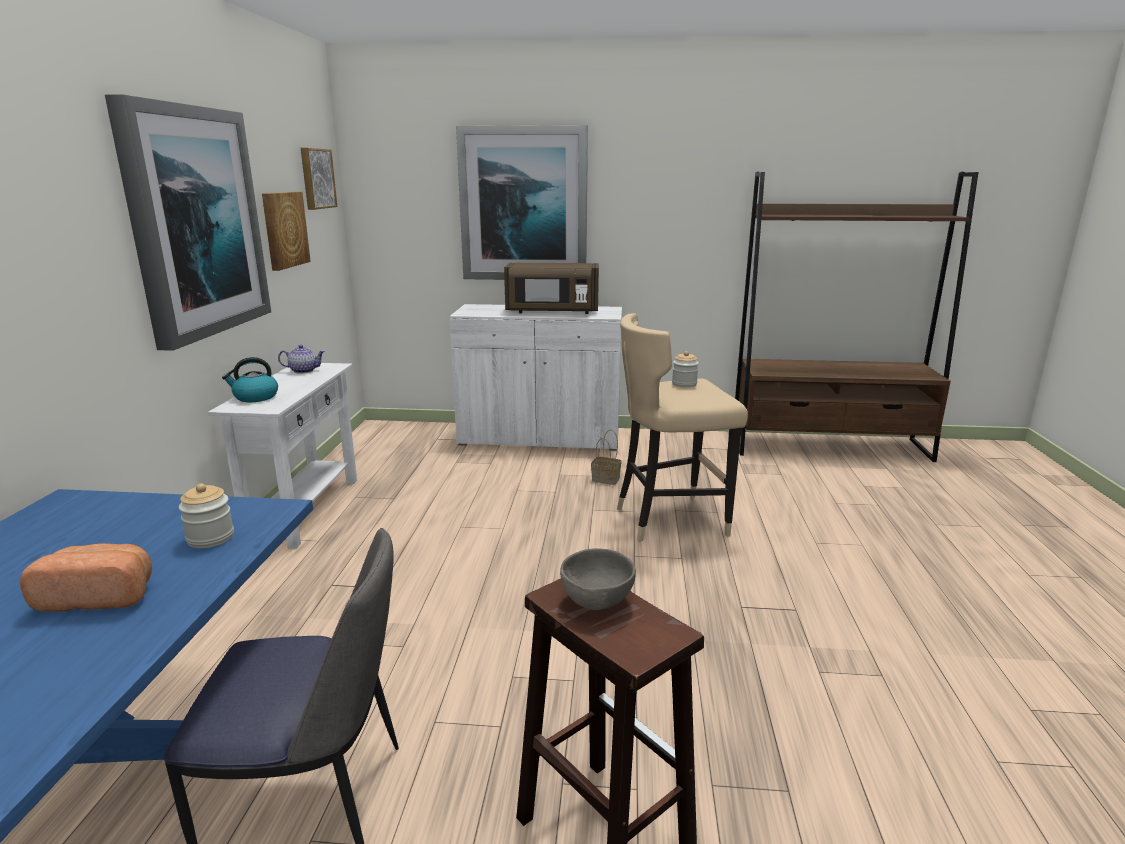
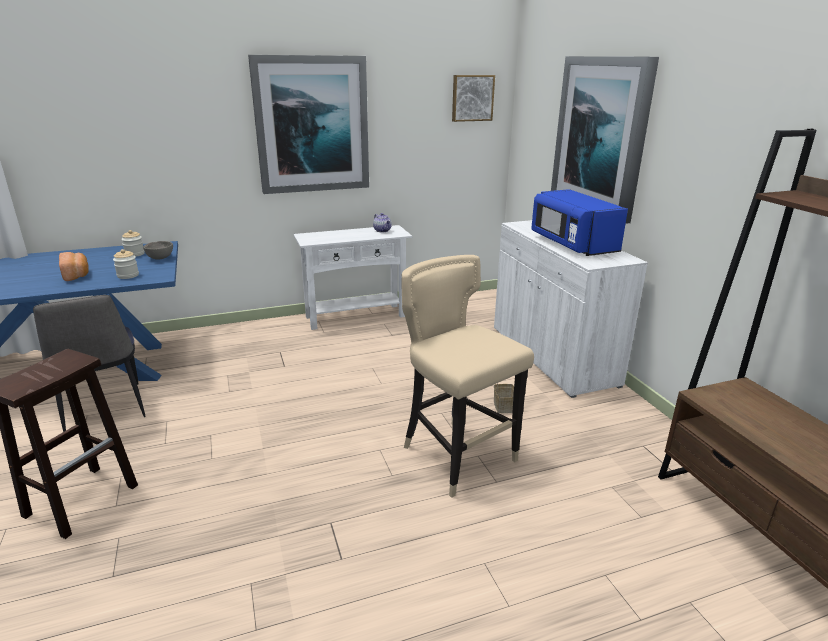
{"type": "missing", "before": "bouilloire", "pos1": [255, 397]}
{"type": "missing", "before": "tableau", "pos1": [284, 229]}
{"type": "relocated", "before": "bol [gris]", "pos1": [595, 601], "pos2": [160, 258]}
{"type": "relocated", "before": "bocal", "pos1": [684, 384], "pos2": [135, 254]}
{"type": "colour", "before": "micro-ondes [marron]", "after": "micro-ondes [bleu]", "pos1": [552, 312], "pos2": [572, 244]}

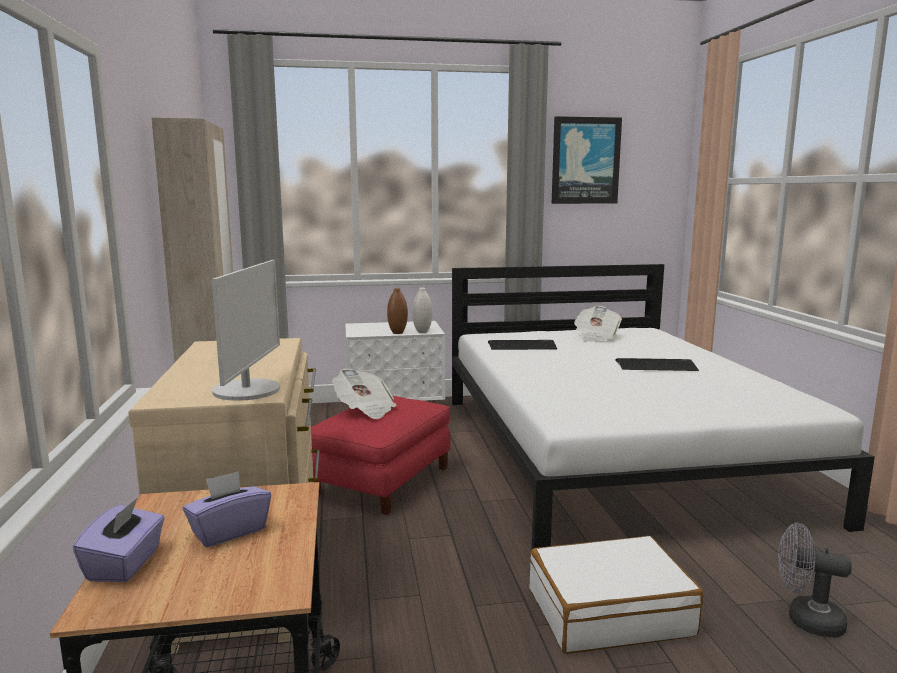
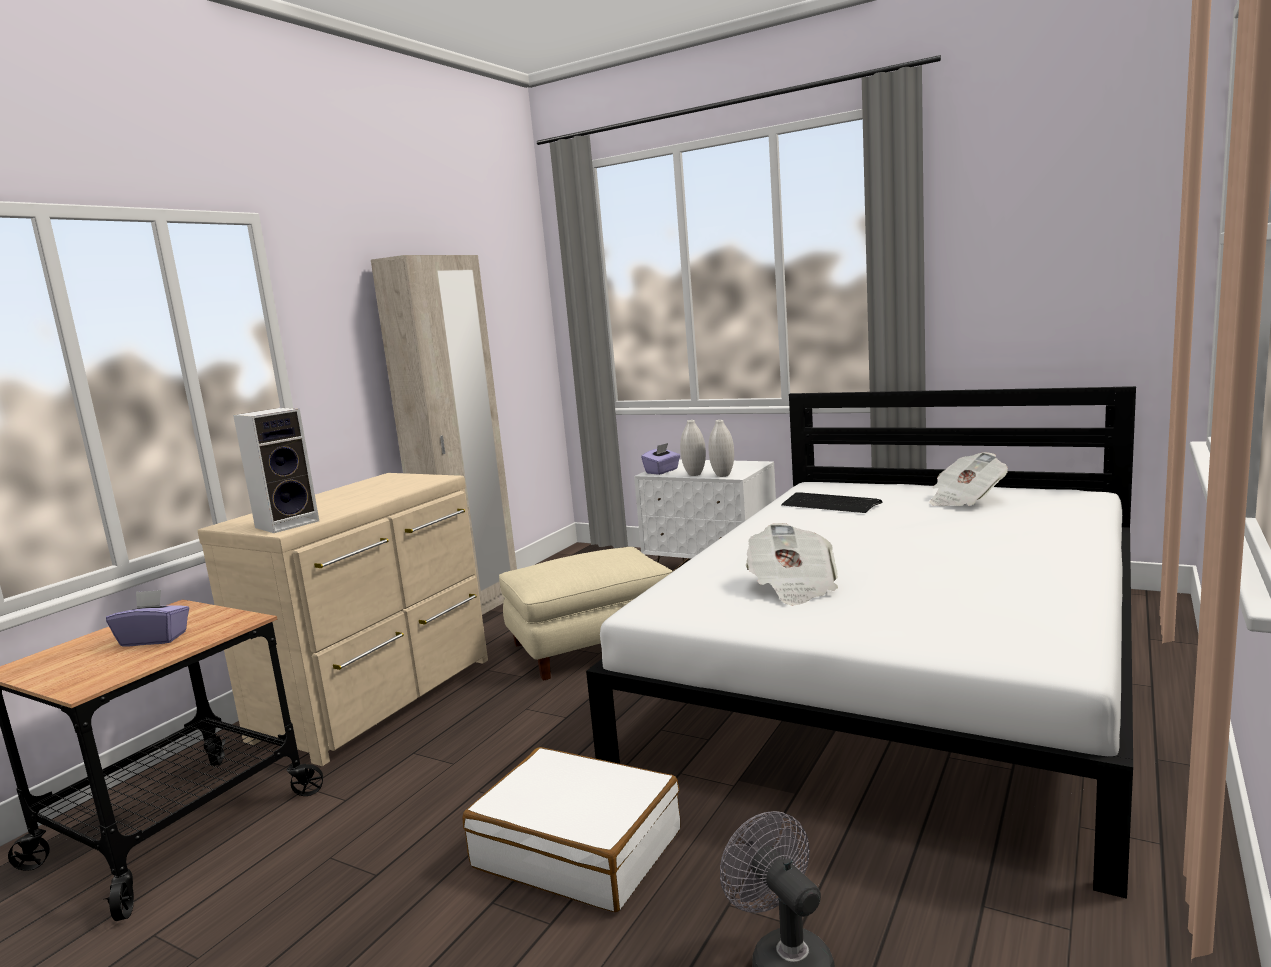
{"type": "missing", "before": "tableau", "pos1": [585, 161]}
{"type": "missing", "before": "clavier", "pos1": [656, 366]}
{"type": "relocated", "before": "boîte à mouchoirs [violet]", "pos1": [125, 564], "pos2": [662, 471]}
{"type": "relocated", "before": "journal", "pos1": [365, 409], "pos2": [793, 588]}
{"type": "exchanged", "before": "écran d'ordinateur", "after": "enceinte", "pos1": [247, 390], "pos2": [289, 523]}
{"type": "colour", "before": "pouf [rouge]", "after": "pouf [beige]", "pos1": [381, 480], "pos2": [592, 644]}
{"type": "colour", "before": "vase [marron]", "after": "vase [blanc]", "pos1": [397, 333], "pos2": [694, 474]}

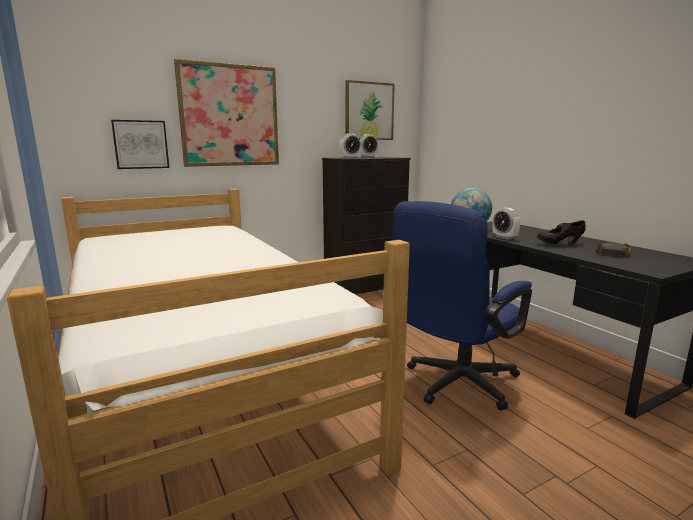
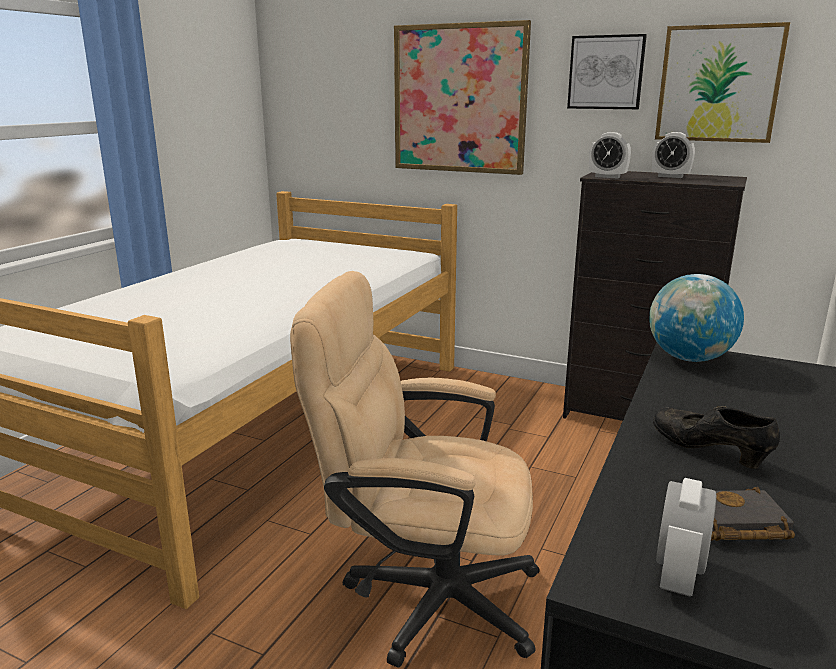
{"type": "relocated", "before": "tableau", "pos1": [141, 144], "pos2": [606, 72]}
{"type": "relocated", "before": "réveil", "pos1": [504, 237], "pos2": [678, 575]}
{"type": "colour", "before": "chaise de bureau [bleu]", "after": "chaise de bureau [beige]", "pos1": [454, 385], "pos2": [424, 595]}

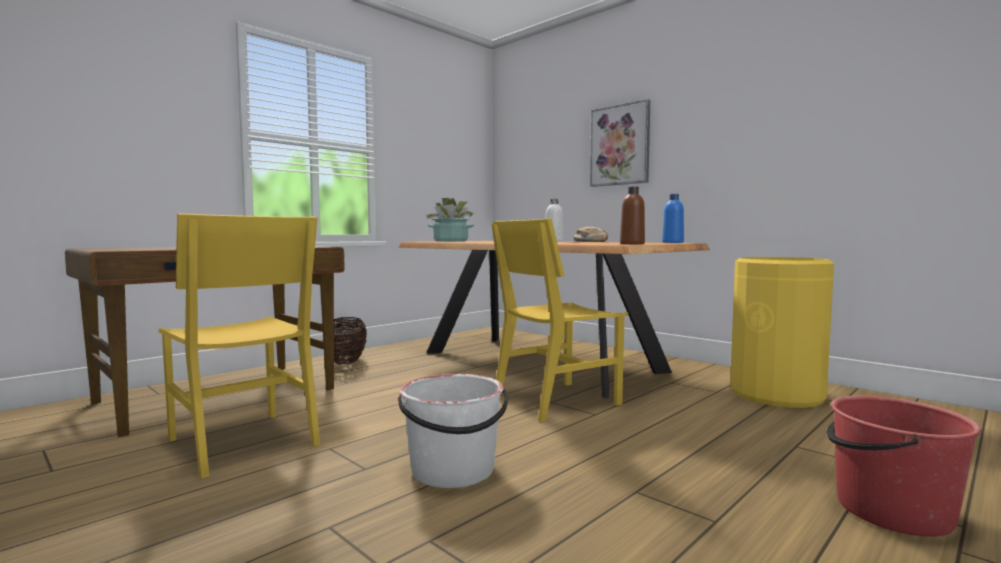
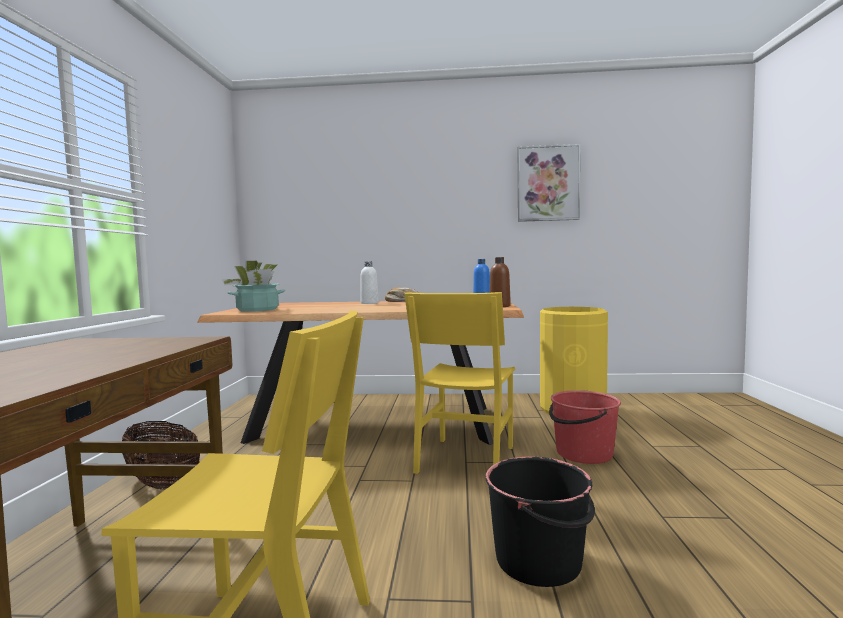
{"type": "relocated", "before": "tableau", "pos1": [620, 145], "pos2": [548, 183]}
{"type": "relocated", "before": "seau [rouge]", "pos1": [891, 511], "pos2": [583, 454]}
{"type": "colour", "before": "seau [blanc]", "after": "seau [noir]", "pos1": [453, 471], "pos2": [540, 561]}

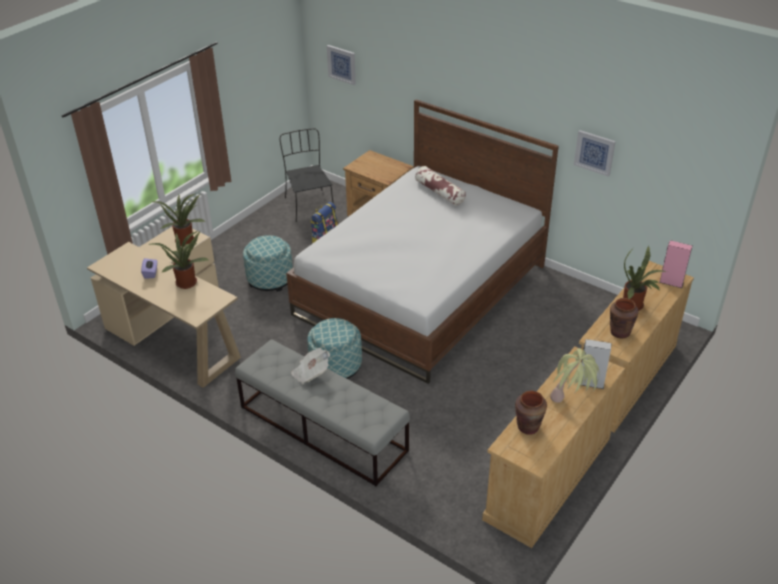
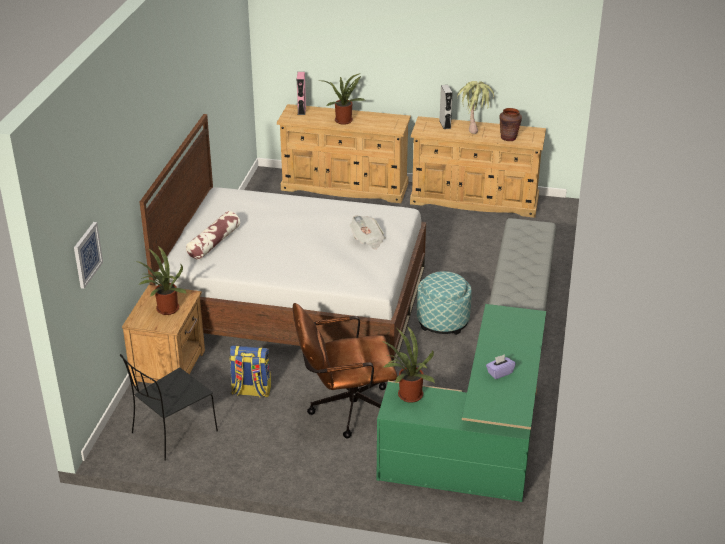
{"type": "missing", "before": "tableau", "pos1": [594, 152]}
{"type": "missing", "before": "vase [marron]", "pos1": [619, 332]}
{"type": "relocated", "before": "plante en pot", "pos1": [186, 281], "pos2": [165, 310]}
{"type": "relocated", "before": "journal", "pos1": [311, 373], "pos2": [367, 240]}
{"type": "exchanged", "before": "pouf", "after": "chaise de bureau [marron]", "pos1": [270, 279], "pos2": [344, 409]}
{"type": "colour", "before": "bureau [beige]", "after": "bureau [vert]", "pos1": [176, 330], "pos2": [477, 445]}

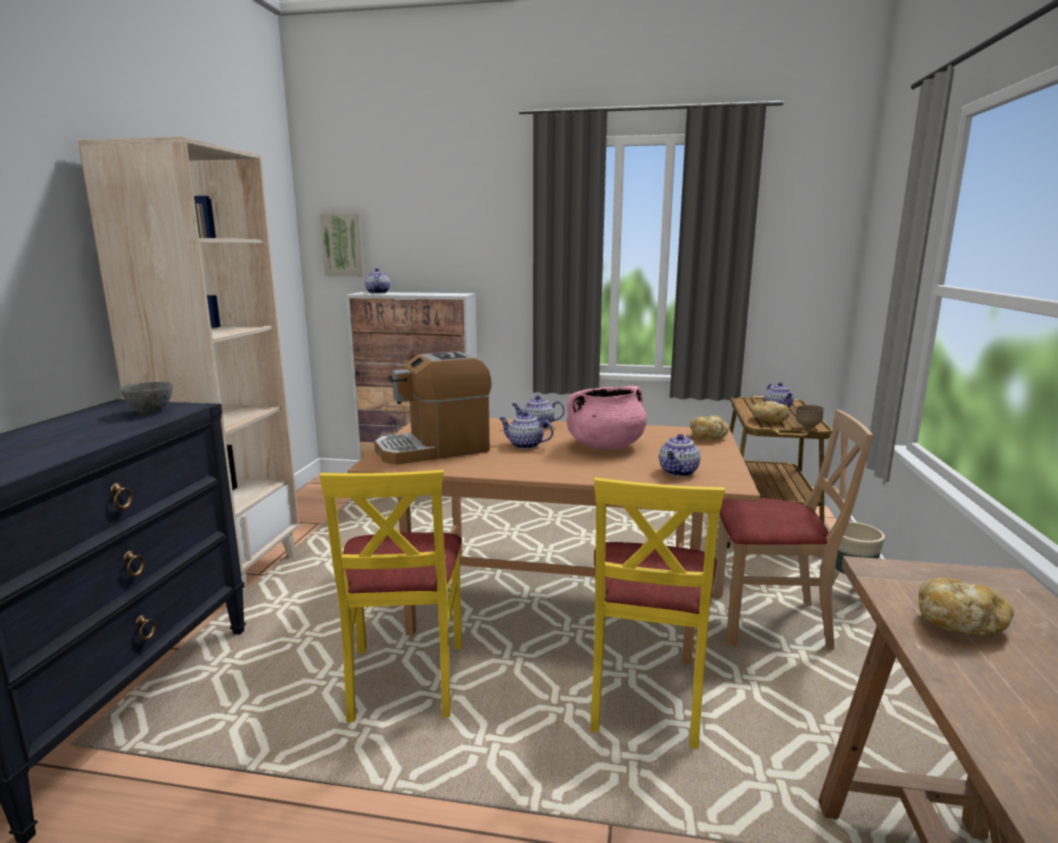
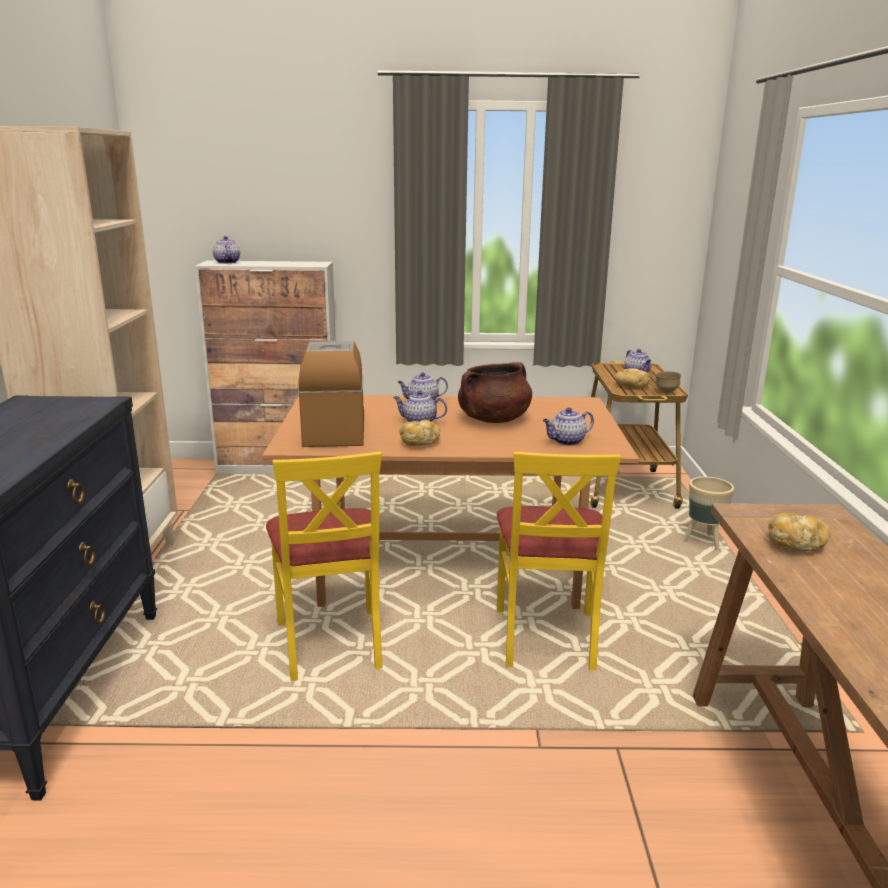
{"type": "missing", "before": "bol [gris]", "pos1": [150, 412]}
{"type": "missing", "before": "tableau", "pos1": [344, 245]}
{"type": "missing", "before": "chaise [beige]", "pos1": [769, 622]}
{"type": "relocated", "before": "pain", "pos1": [708, 437], "pos2": [419, 443]}
{"type": "colour", "before": "marmite [rose]", "after": "marmite [marron]", "pos1": [605, 446], "pos2": [493, 419]}
{"type": "spun", "before": "machine à café", "pos1": [434, 449], "pos2": [334, 430], "turn": 120}
{"type": "spun", "before": "théière", "pos1": [678, 472], "pos2": [566, 441], "turn": 45}

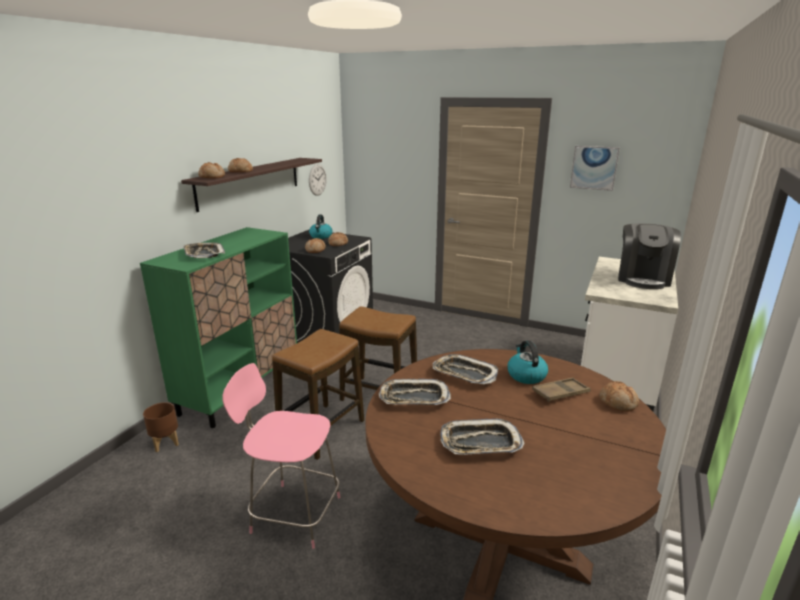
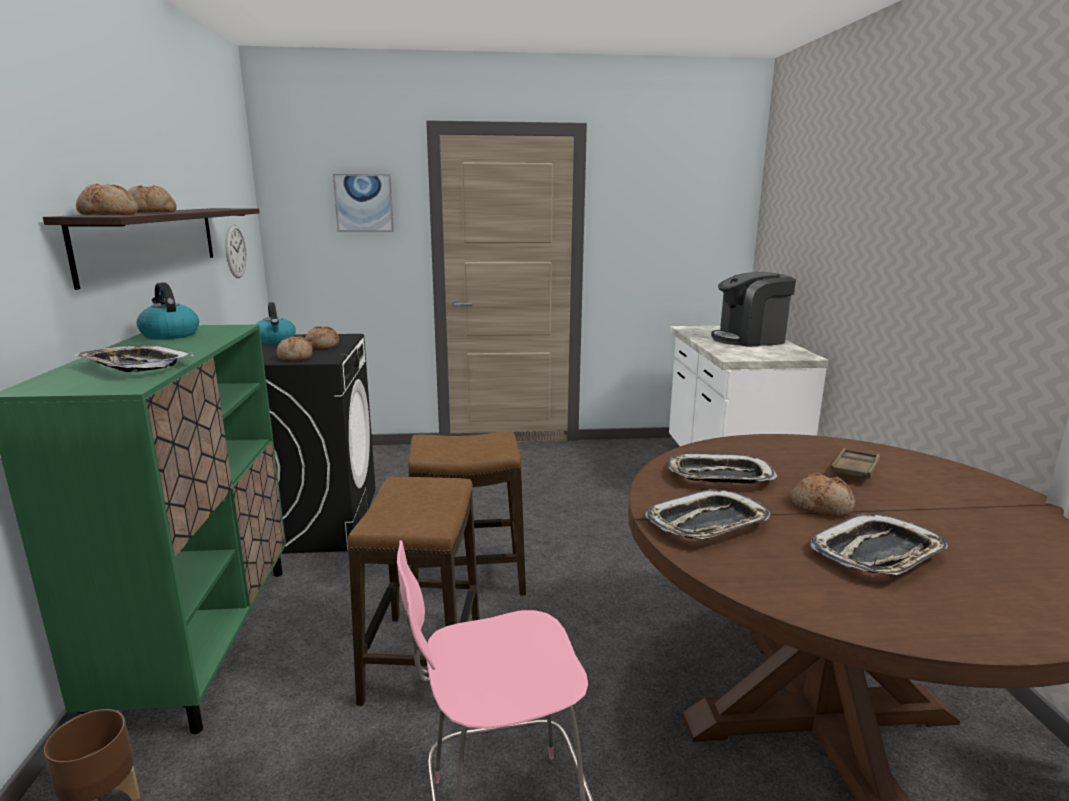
{"type": "relocated", "before": "bouilloire", "pos1": [526, 375], "pos2": [169, 335]}
{"type": "relocated", "before": "tableau", "pos1": [594, 167], "pos2": [364, 203]}
{"type": "relocated", "before": "pain", "pos1": [618, 402], "pos2": [822, 506]}
{"type": "spun", "before": "machine à café", "pos1": [643, 278], "pos2": [750, 339], "turn": 90}

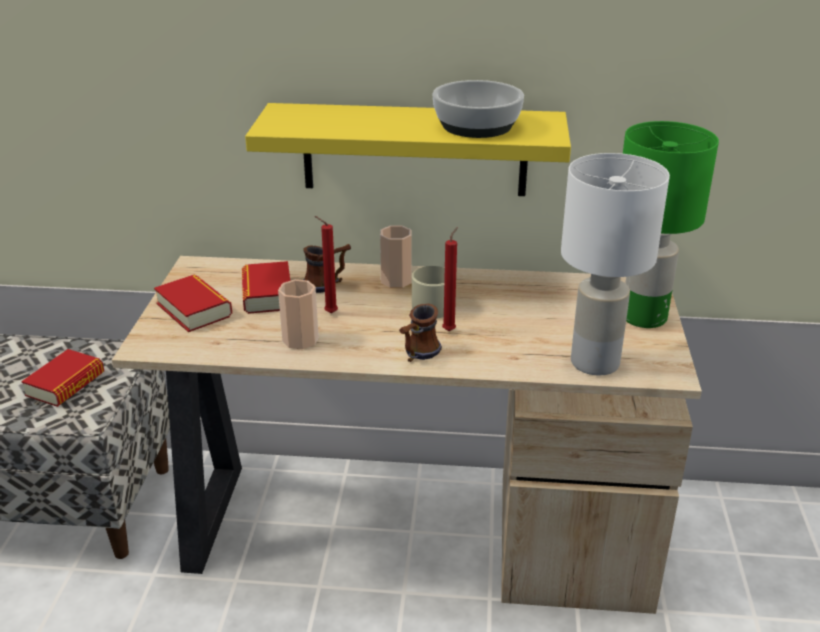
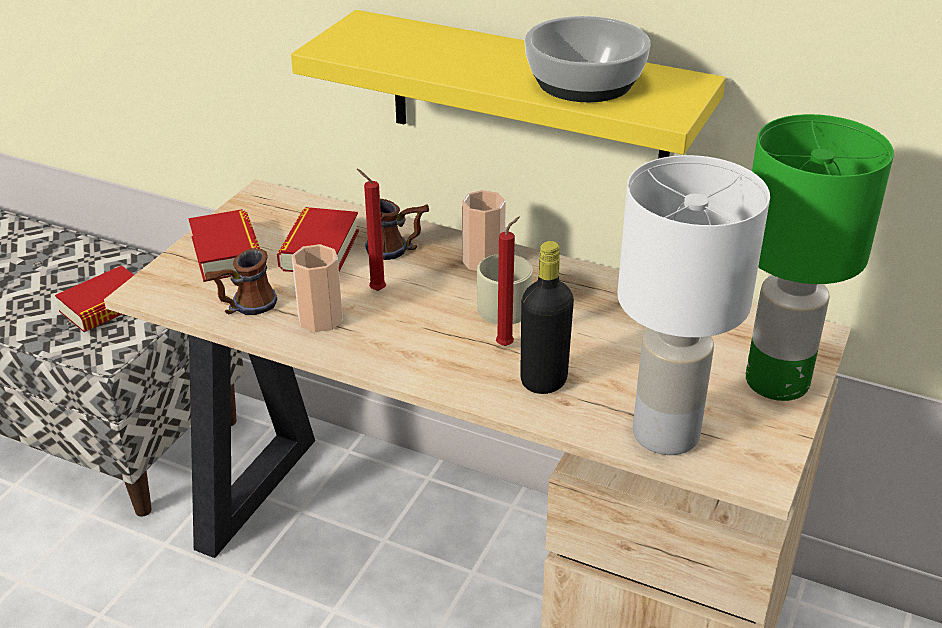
{"type": "appeared", "after": "bouteille [noir]", "pos2": [543, 381]}
{"type": "relocated", "before": "mug", "pos1": [417, 355], "pos2": [244, 307]}

